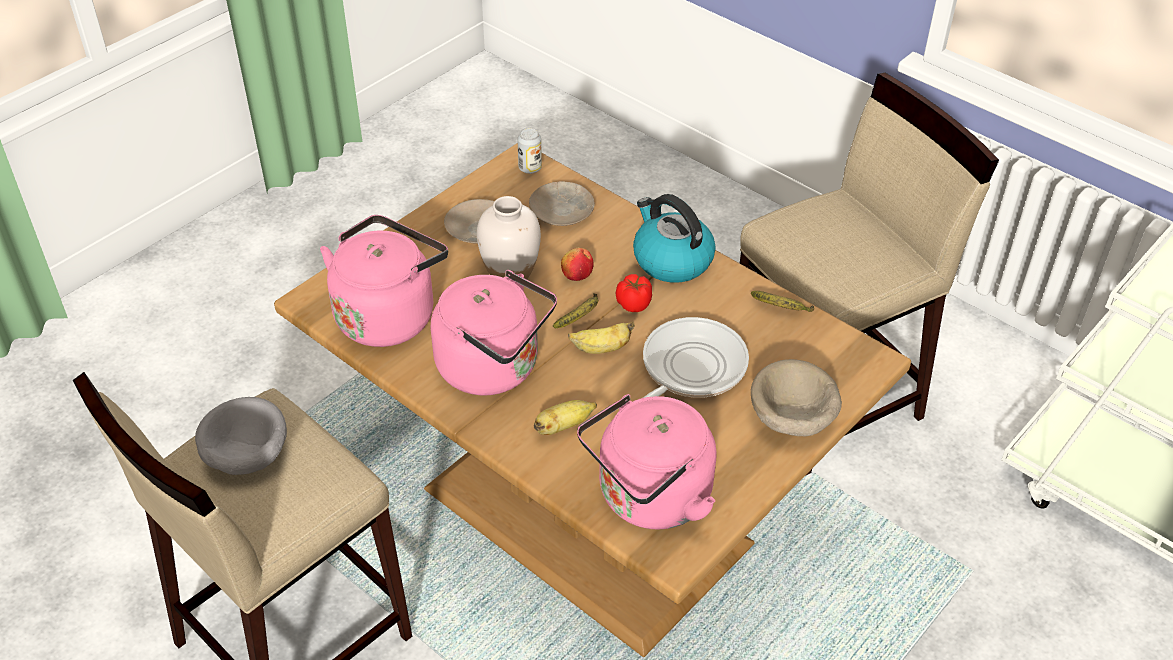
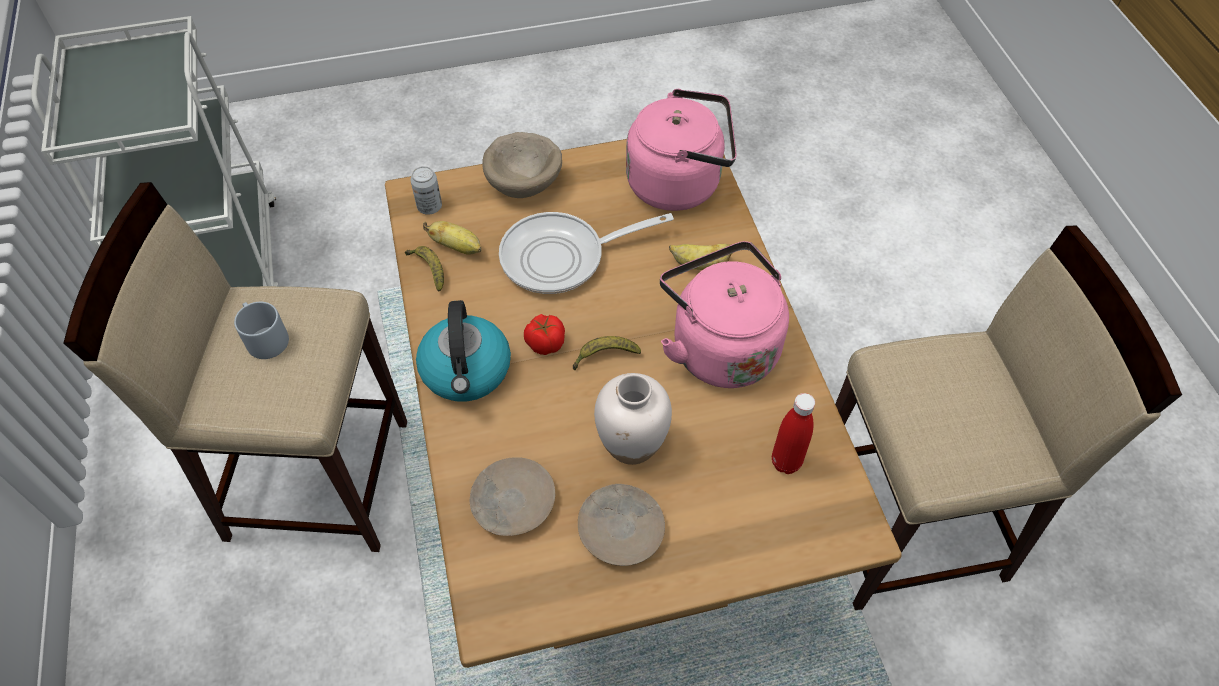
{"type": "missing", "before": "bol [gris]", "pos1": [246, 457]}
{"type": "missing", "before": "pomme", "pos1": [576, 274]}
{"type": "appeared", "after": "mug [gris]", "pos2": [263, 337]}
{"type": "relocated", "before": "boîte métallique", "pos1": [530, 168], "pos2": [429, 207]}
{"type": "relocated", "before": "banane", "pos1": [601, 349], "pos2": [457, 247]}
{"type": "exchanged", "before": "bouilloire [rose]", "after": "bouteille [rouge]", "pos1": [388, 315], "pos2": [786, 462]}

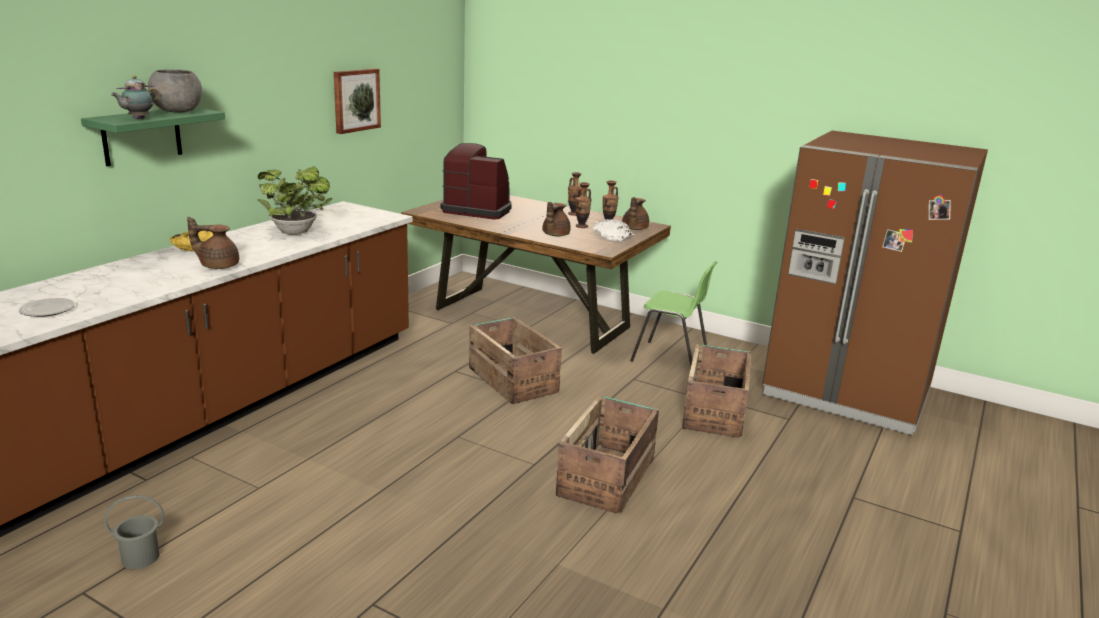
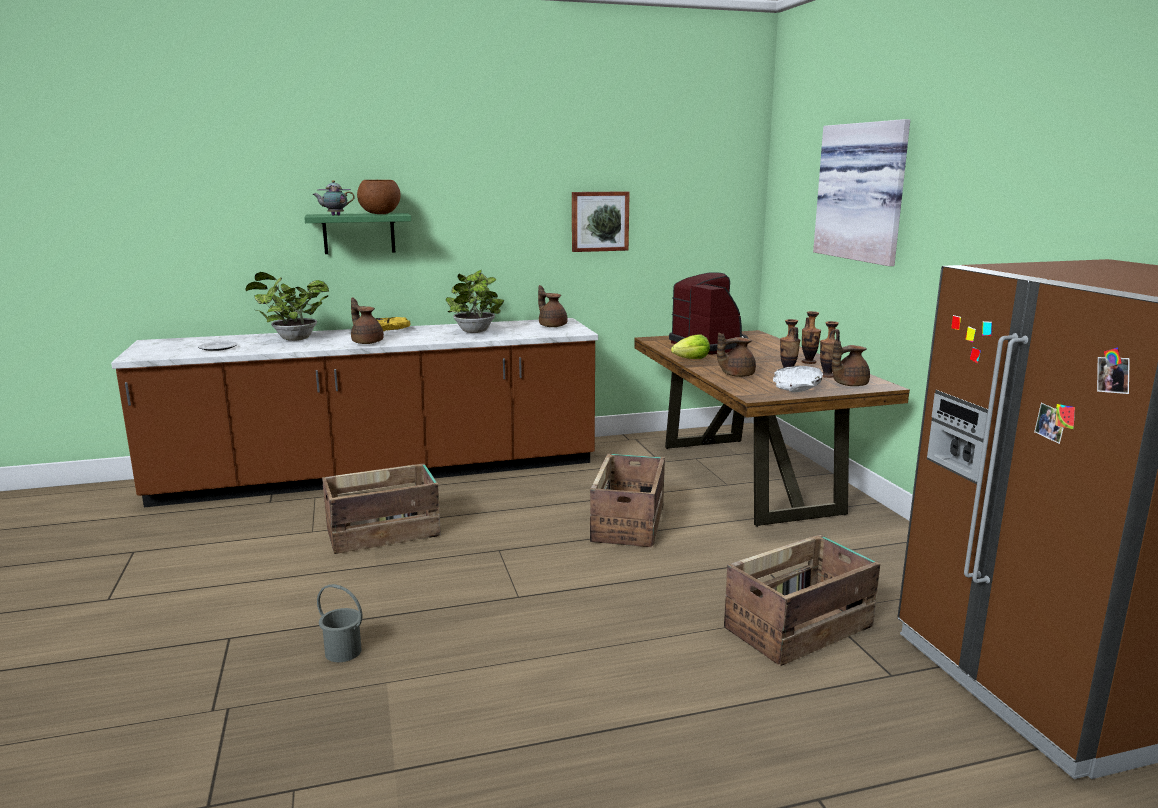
{"type": "missing", "before": "chaise [vert]", "pos1": [670, 358]}
{"type": "appeared", "after": "plante en pot", "pos2": [292, 339]}
{"type": "appeared", "after": "théière [marron]", "pos2": [552, 326]}
{"type": "appeared", "after": "laitue", "pos2": [692, 359]}
{"type": "appeared", "after": "tableau", "pos2": [864, 192]}
{"type": "relocated", "before": "seau [gris]", "pos1": [141, 558], "pos2": [343, 652]}
{"type": "relocated", "before": "caisse", "pos1": [607, 477], "pos2": [385, 533]}
{"type": "colour", "before": "bol [gris]", "after": "bol [marron]", "pos1": [178, 111], "pos2": [380, 214]}

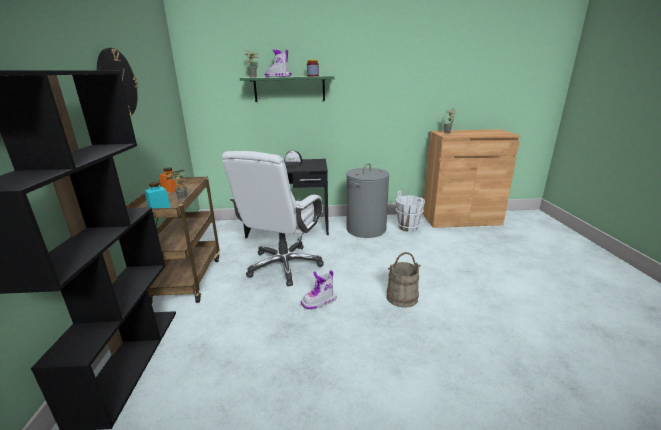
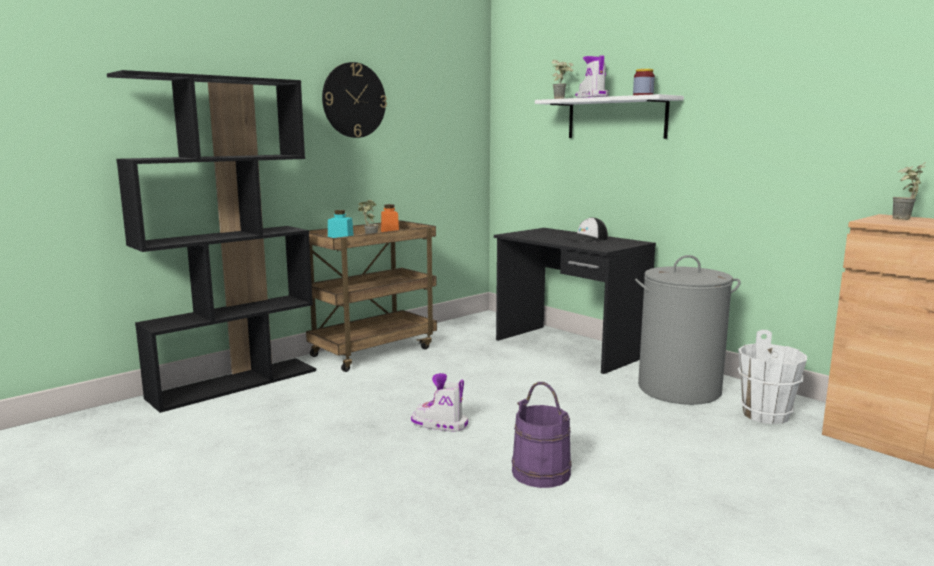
{"type": "missing", "before": "chaise de bureau [blanc]", "pos1": [284, 265]}
{"type": "colour", "before": "étagère [vert]", "after": "étagère [blanc]", "pos1": [289, 89], "pos2": [616, 118]}
{"type": "colour", "before": "seau [beige]", "after": "seau [violet]", "pos1": [402, 297], "pos2": [541, 472]}

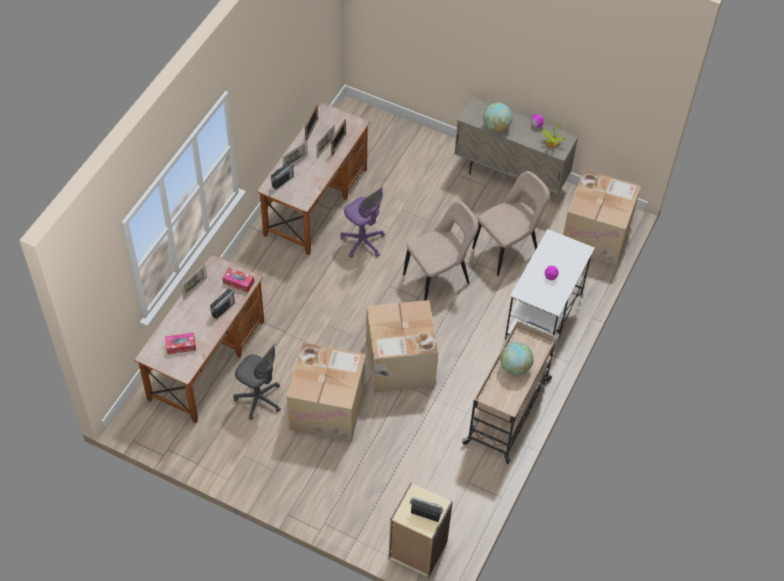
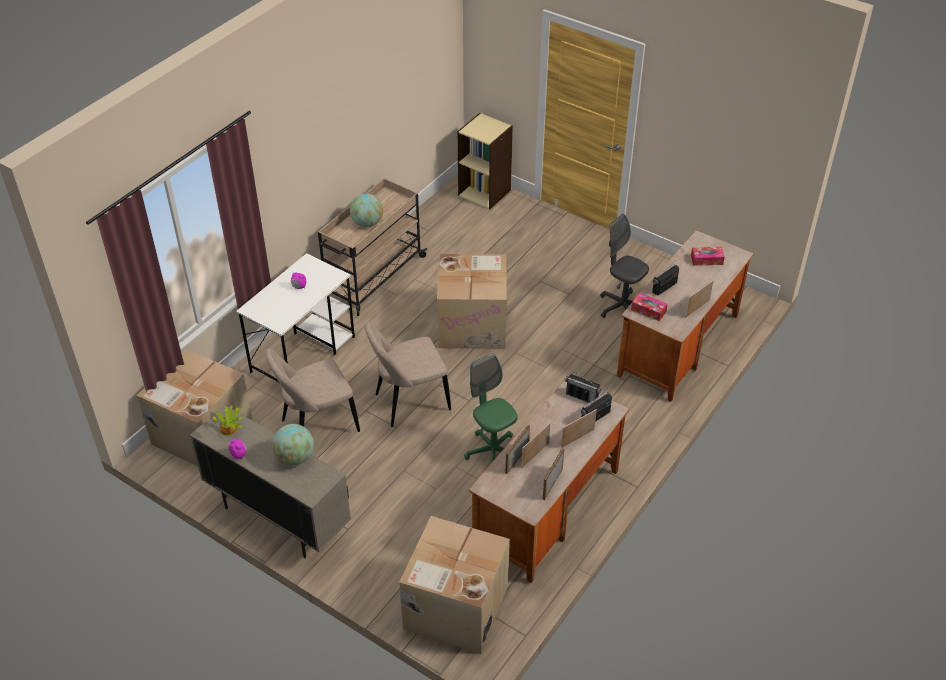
{"type": "relocated", "before": "carton", "pos1": [329, 407], "pos2": [454, 608]}
{"type": "relocated", "before": "radio", "pos1": [425, 514], "pos2": [582, 397]}
{"type": "colour", "before": "chaise de bureau [violet]", "after": "chaise de bureau [vert]", "pos1": [363, 242], "pos2": [492, 452]}

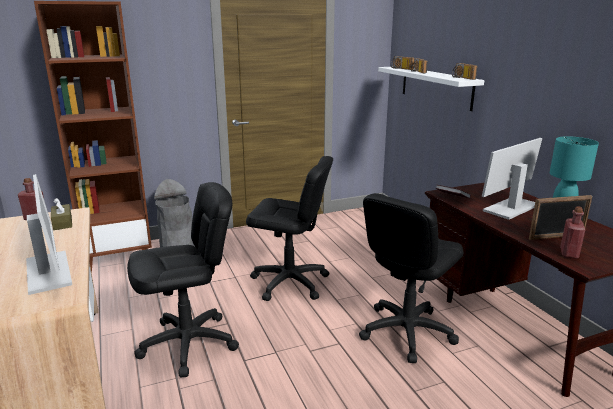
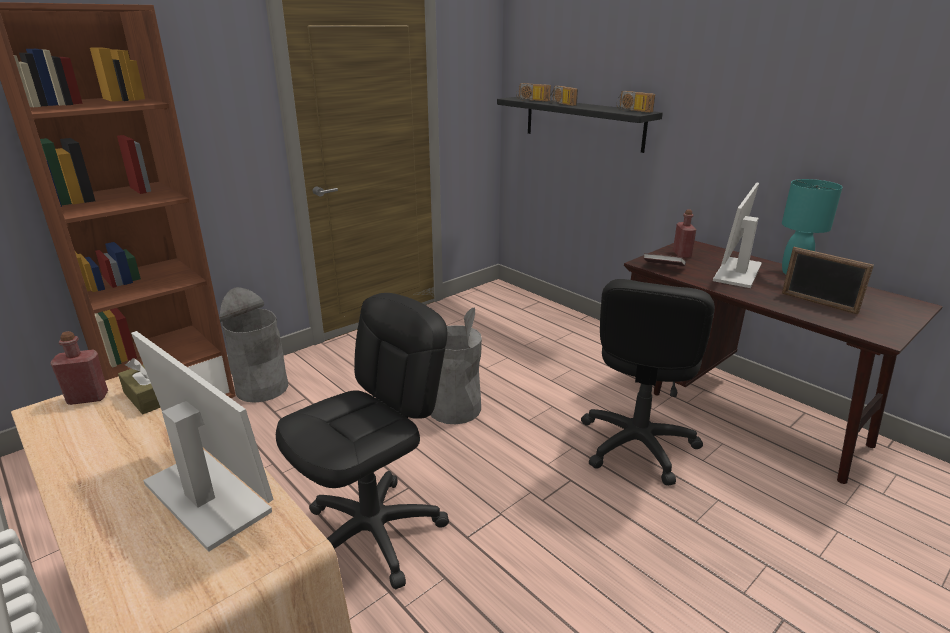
{"type": "relocated", "before": "bouteille [rouge]", "pos1": [569, 253], "pos2": [681, 254]}
{"type": "exchanged", "before": "chaise de bureau [noir]", "after": "poubelle [gris]", "pos1": [290, 282], "pos2": [454, 408]}
{"type": "colour", "before": "étagère [blanc]", "after": "étagère [noir]", "pos1": [435, 87], "pos2": [583, 123]}
{"type": "spun", "before": "cadre photo", "pos1": [556, 237], "pos2": [818, 303], "turn": 75}

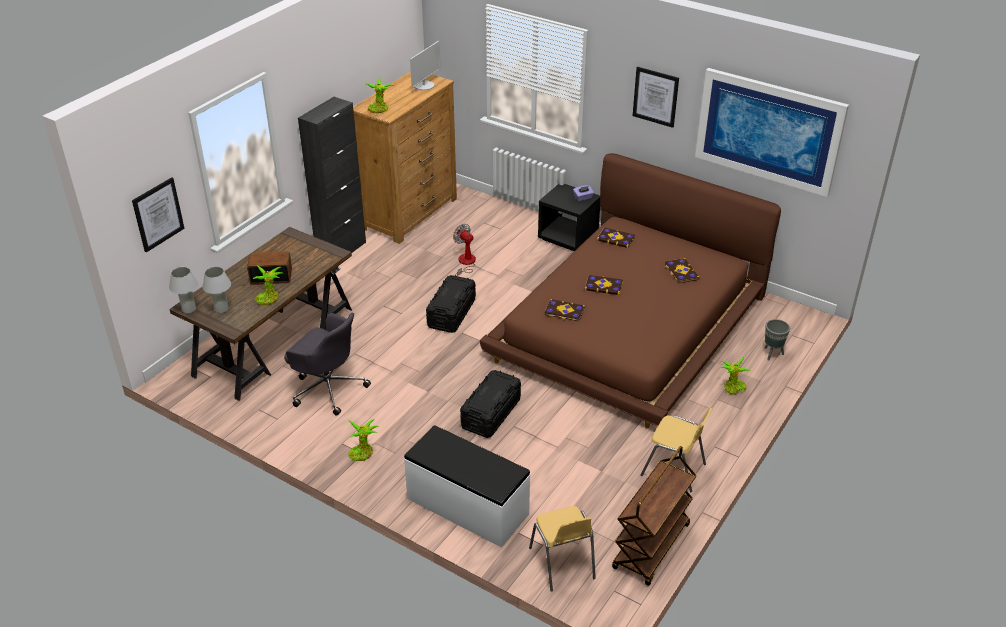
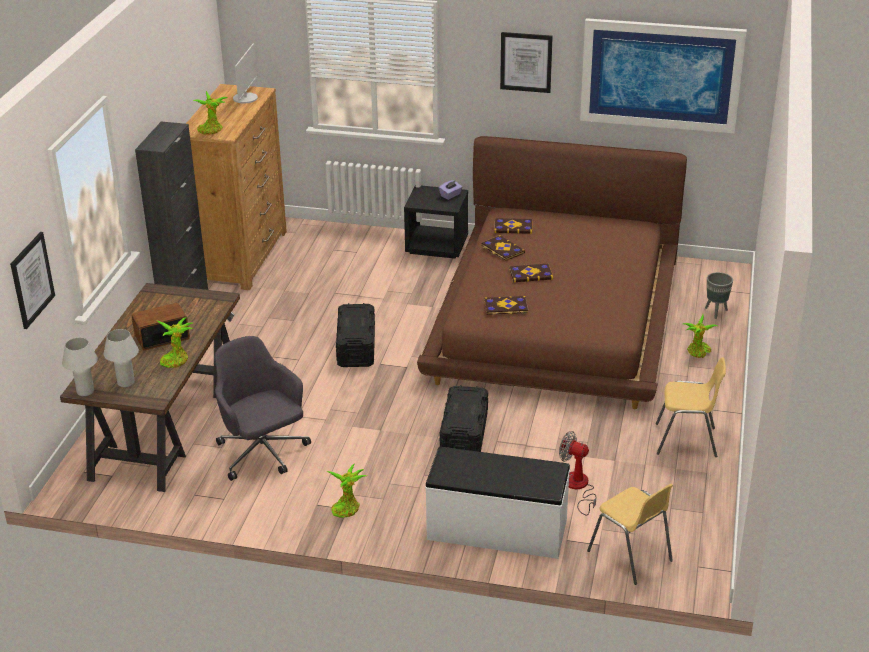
{"type": "missing", "before": "chariot [marron]", "pos1": [651, 547]}
{"type": "relocated", "before": "ventilateur", "pos1": [465, 263], "pos2": [578, 487]}
{"type": "relocated", "before": "livre", "pos1": [681, 272], "pos2": [502, 249]}
{"type": "spun", "before": "chaise de bureau [gris]", "pos1": [328, 388], "pos2": [263, 453], "turn": -135}

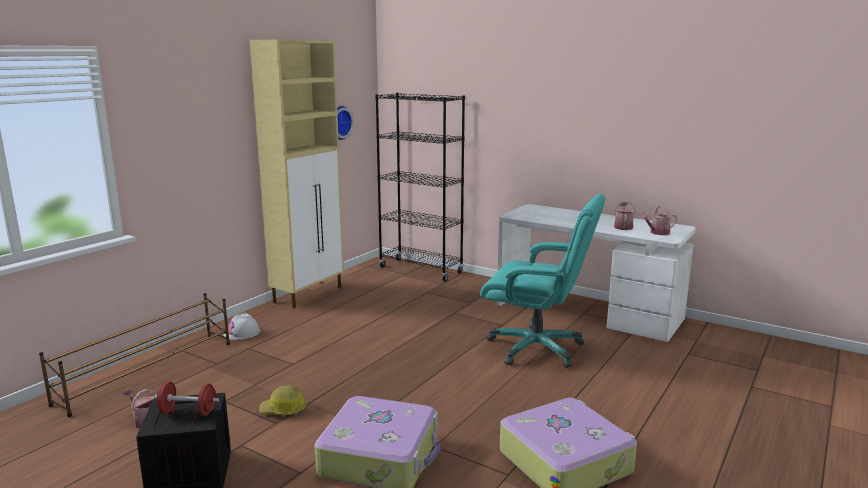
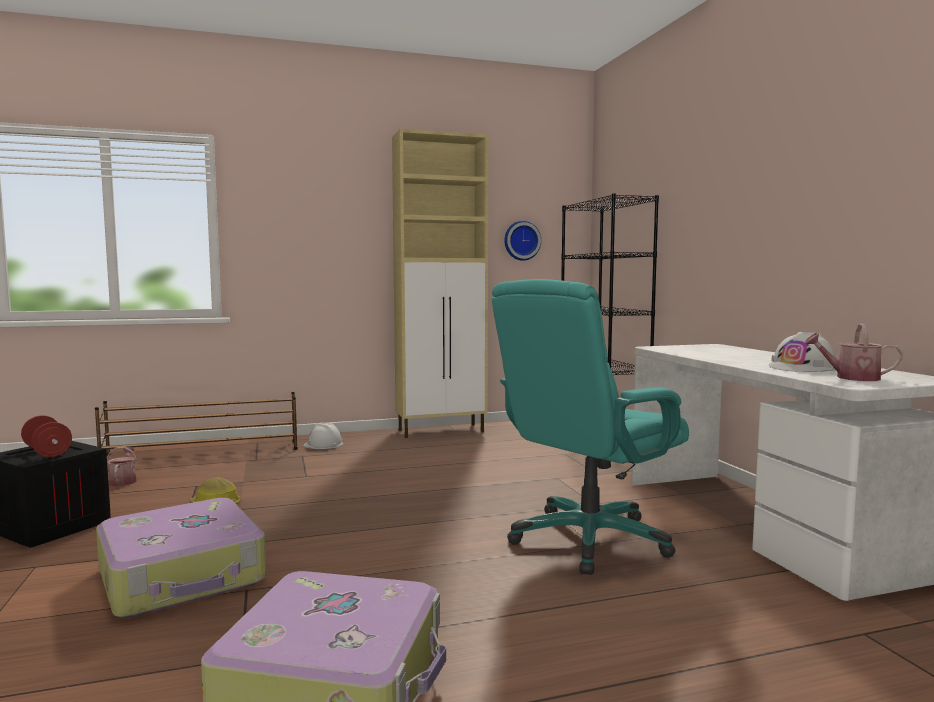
{"type": "exchanged", "before": "arrosoir", "after": "casque de chantier [blanc]", "pos1": [623, 226], "pos2": [802, 368]}
{"type": "spun", "before": "chaise de bureau [turquoise]", "pos1": [537, 348], "pos2": [588, 540], "turn": 75}

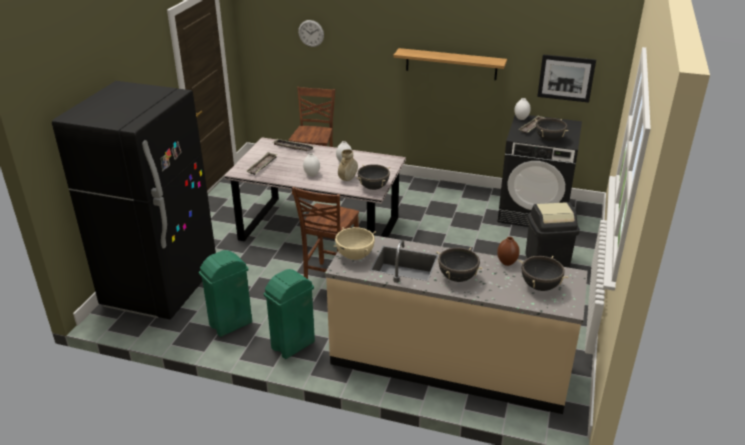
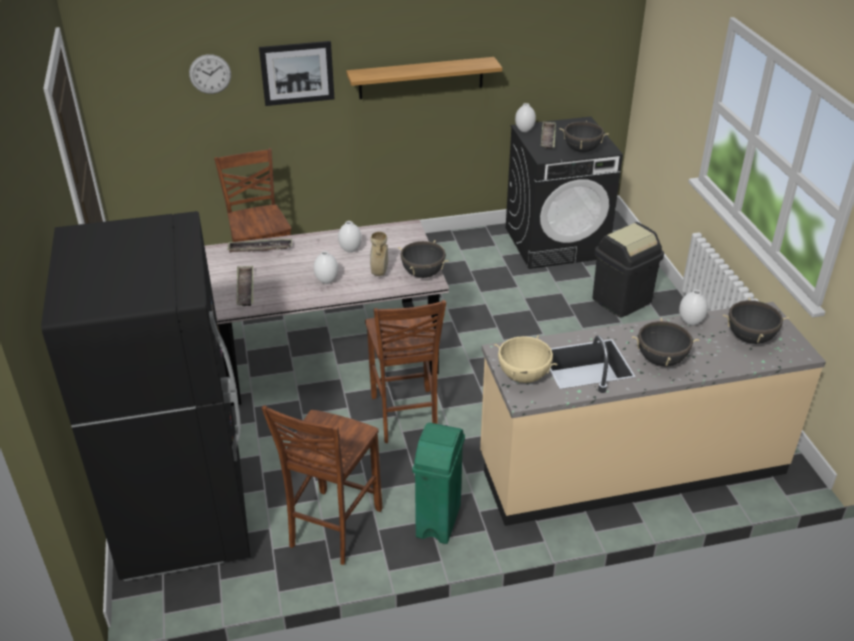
{"type": "relocated", "before": "tableau", "pos1": [566, 78], "pos2": [297, 73]}
{"type": "exchanged", "before": "poubelle [vert]", "after": "chaise [marron]", "pos1": [230, 324], "pos2": [332, 528]}
{"type": "colour", "before": "vase [marron]", "after": "vase [blanc]", "pos1": [507, 263], "pos2": [691, 322]}

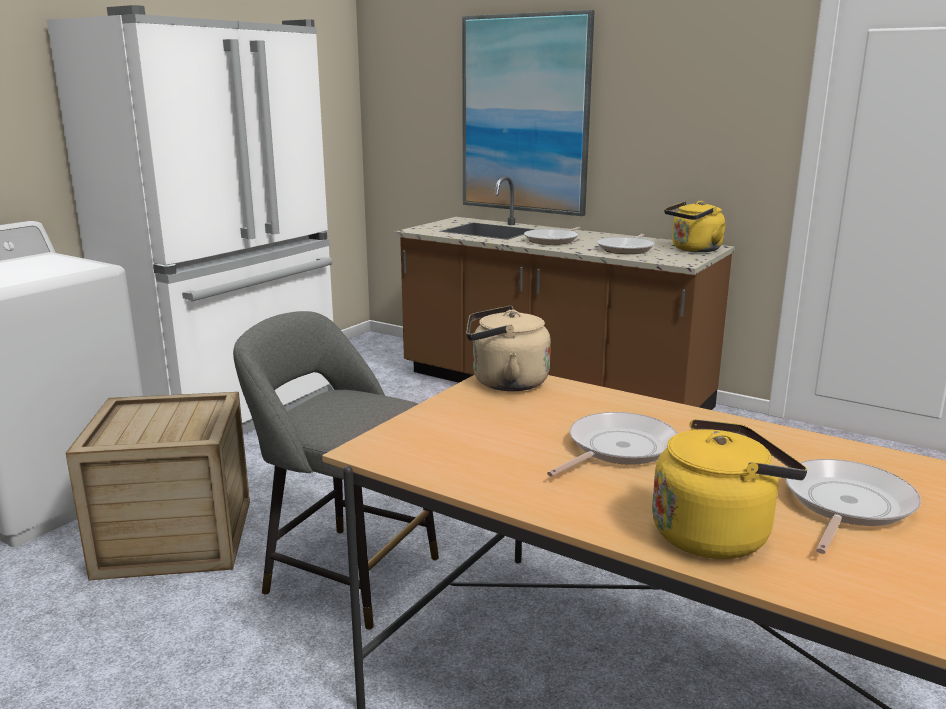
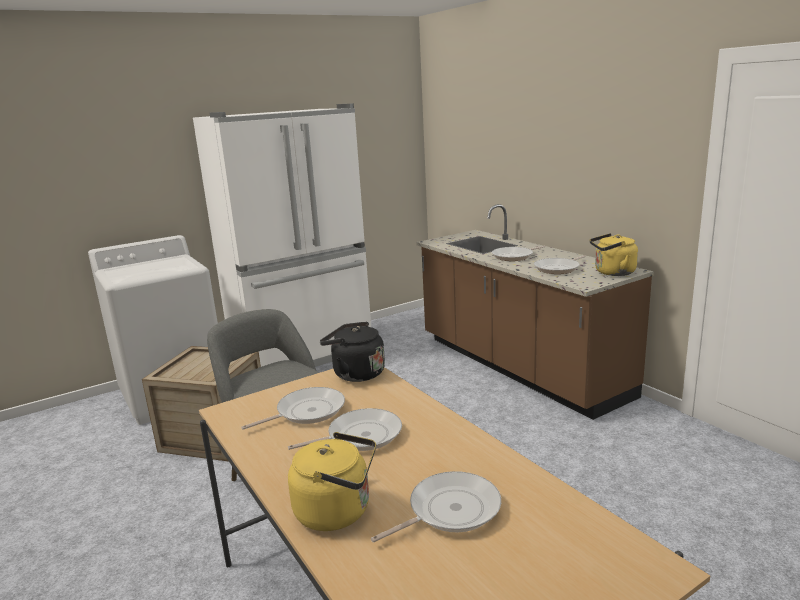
{"type": "missing", "before": "tableau", "pos1": [525, 115]}
{"type": "appeared", "after": "poêle", "pos2": [307, 412]}
{"type": "colour", "before": "bouilloire [beige]", "after": "bouilloire [noir]", "pos1": [504, 382], "pos2": [355, 373]}

